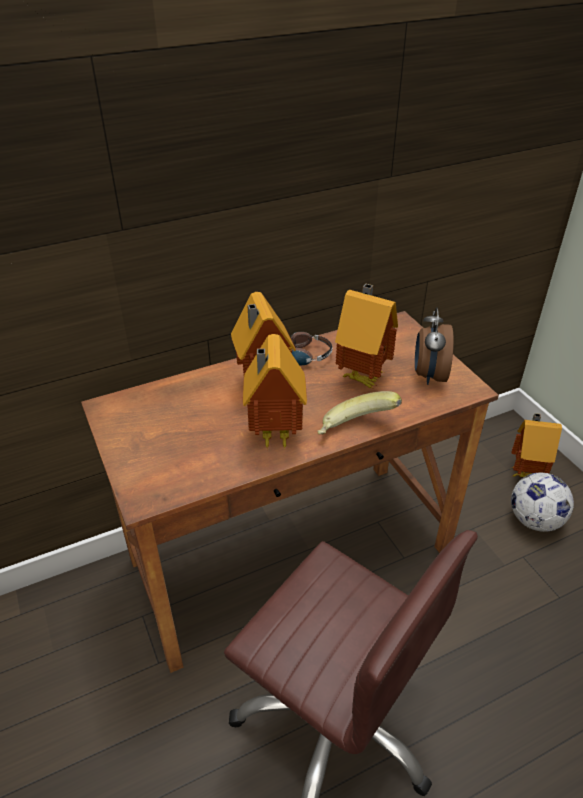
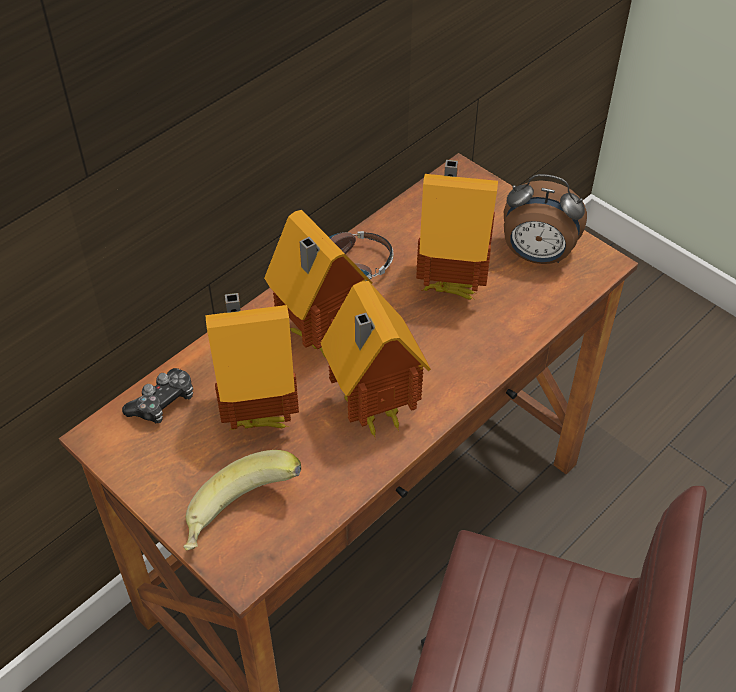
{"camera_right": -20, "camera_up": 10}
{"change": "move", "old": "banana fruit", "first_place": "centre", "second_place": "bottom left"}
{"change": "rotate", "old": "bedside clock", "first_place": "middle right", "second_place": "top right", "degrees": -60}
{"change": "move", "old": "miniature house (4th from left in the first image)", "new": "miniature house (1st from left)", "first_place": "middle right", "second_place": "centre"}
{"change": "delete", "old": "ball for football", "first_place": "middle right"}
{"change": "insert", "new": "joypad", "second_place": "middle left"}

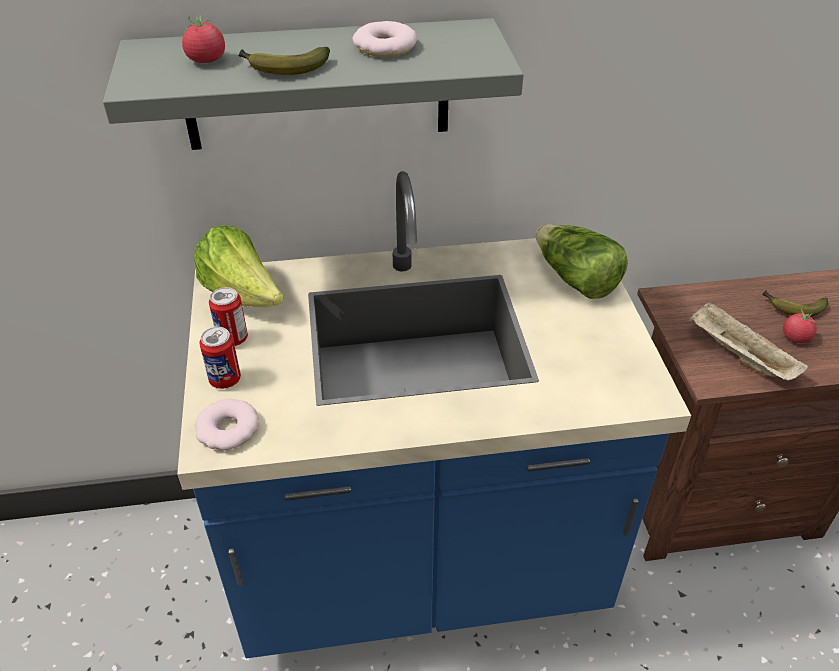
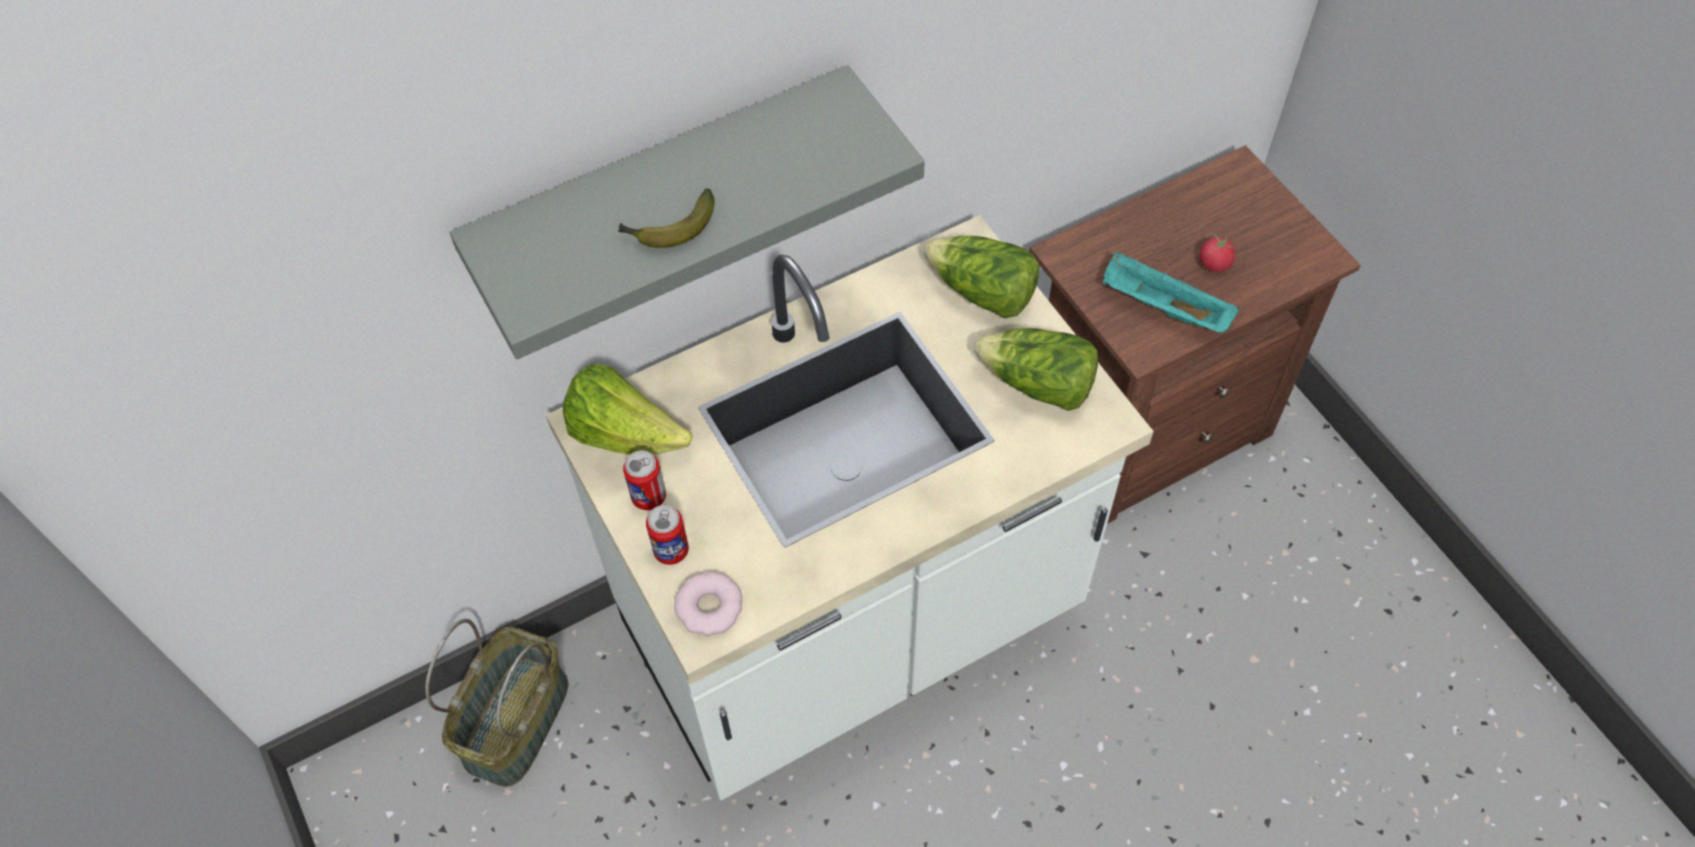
{"camera_right": -20, "camera_up": 15}
{"change": "recolor", "old": "blue-coloured kitchen base unit", "new": "white kitchen base unit", "first_place": "centre", "second_place": "centre"}
{"change": "delete", "old": "tomato (1st from left)", "first_place": "top left"}
{"change": "delete", "old": "donut (2nd from left)", "first_place": "top centre"}
{"change": "recolor", "old": "beige tray", "new": "turquoise-coloured tray", "first_place": "middle right", "second_place": "middle right"}
{"change": "delete", "old": "banana fruit (2nd from left)", "first_place": "middle right"}
{"change": "insert", "new": "storage basket", "second_place": "bottom left"}
{"change": "insert", "new": "head of lettuce (3rd from left)", "second_place": "centre"}

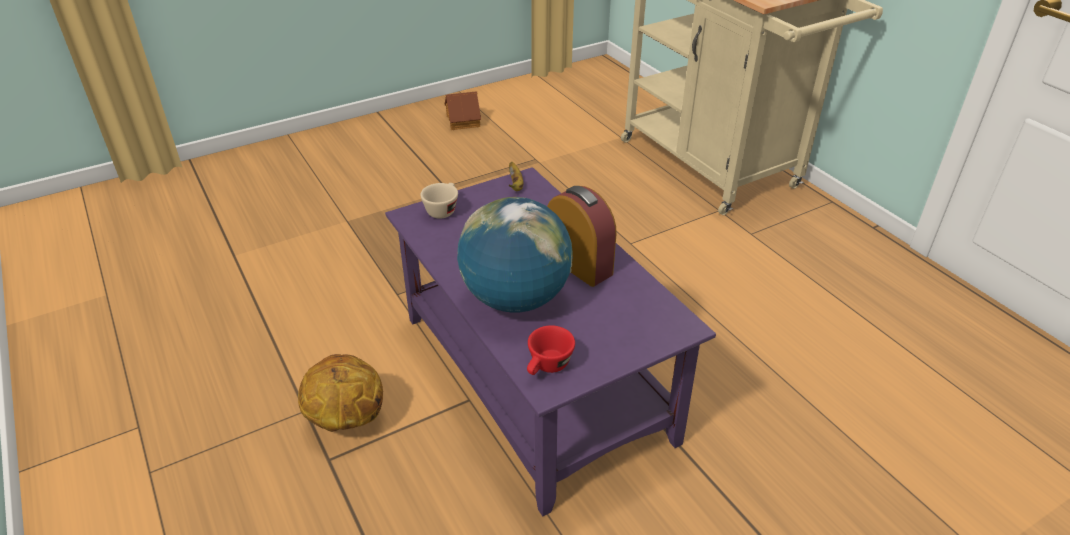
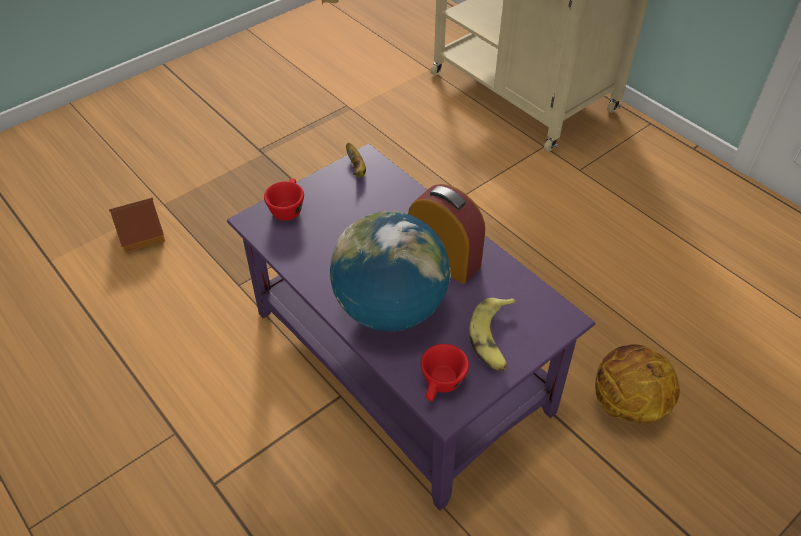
{"camera_right": -10, "camera_up": 10}
{"change": "move", "old": "ball for basketball", "first_place": "bottom left", "second_place": "bottom right"}
{"change": "recolor", "old": "beige small cup", "new": "red-coloured small cup (1st from left)", "first_place": "centre", "second_place": "centre"}
{"change": "move", "old": "miniature house", "first_place": "top centre", "second_place": "middle left"}
{"change": "insert", "new": "banana fruit (2nd from left)", "second_place": "centre"}

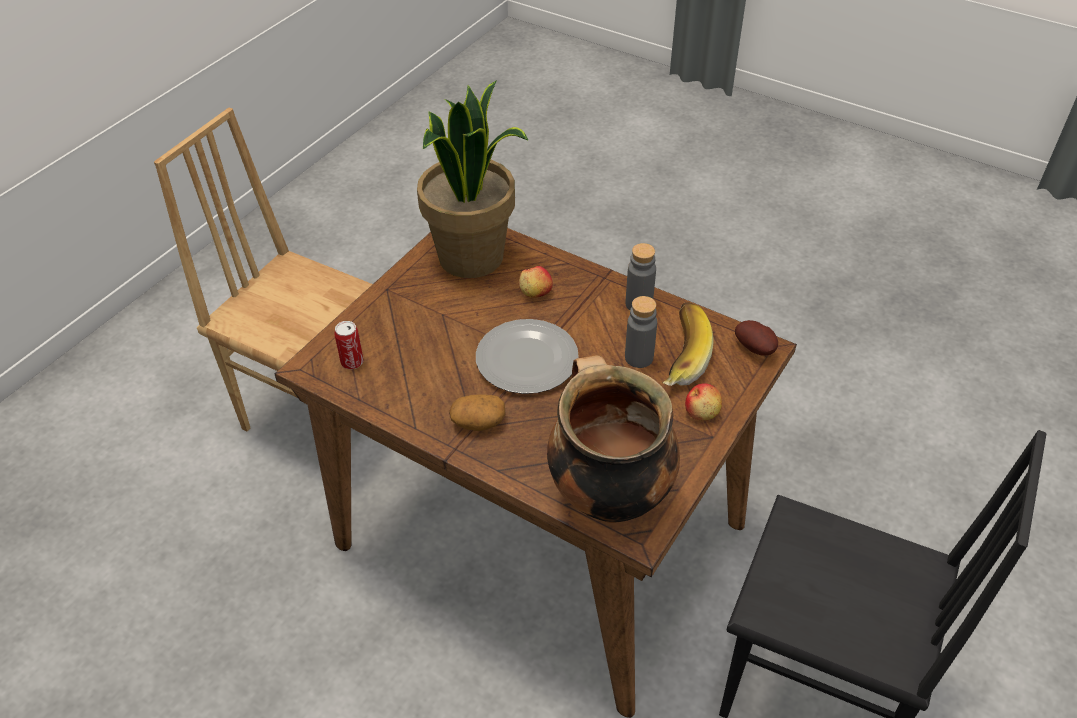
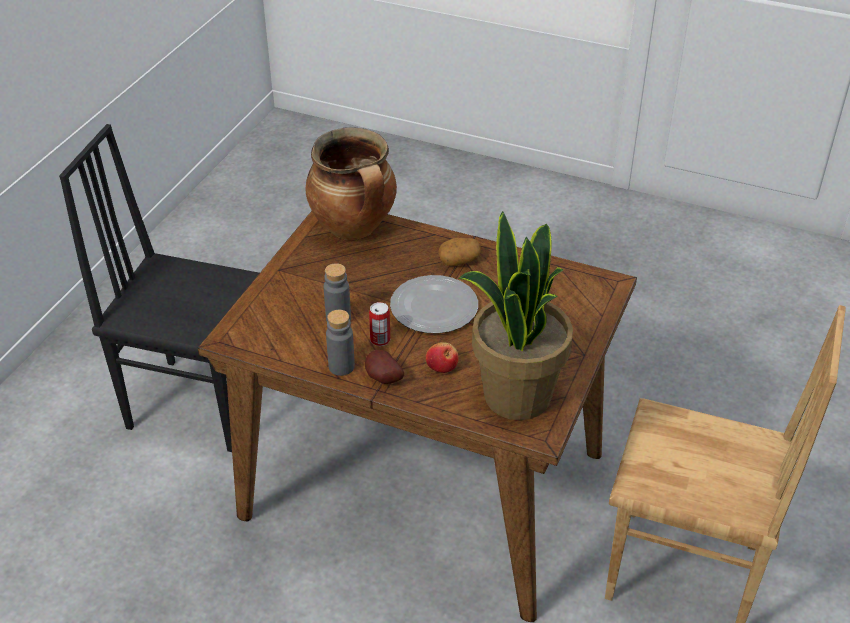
{"camera_right": 170, "camera_up": -5}
{"change": "move", "old": "metal can", "first_place": "middle left", "second_place": "centre"}
{"change": "delete", "old": "banana fruit", "first_place": "centre"}
{"change": "delete", "old": "whole apple (2nd from left)", "first_place": "centre"}
{"change": "move", "old": "spud (2nd from left in the first image)", "new": "spud (1st from left)", "first_place": "middle right", "second_place": "centre"}

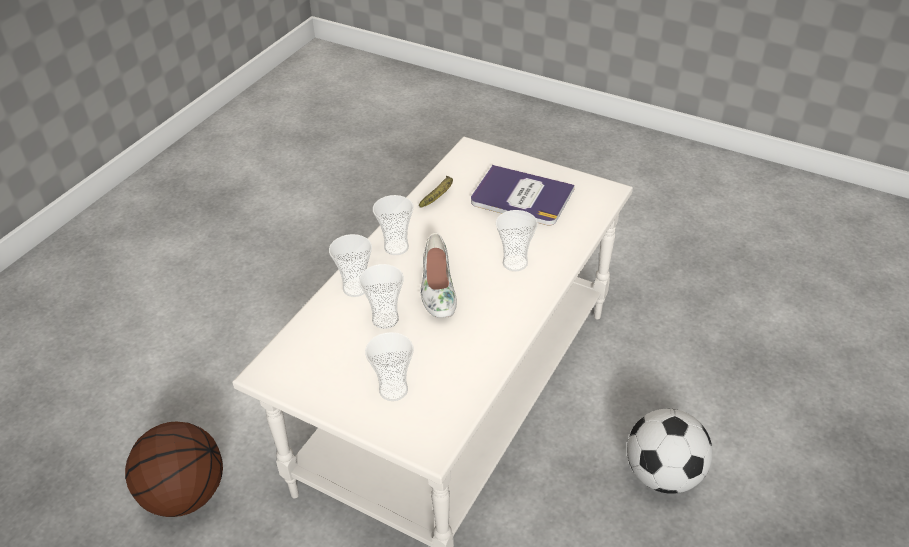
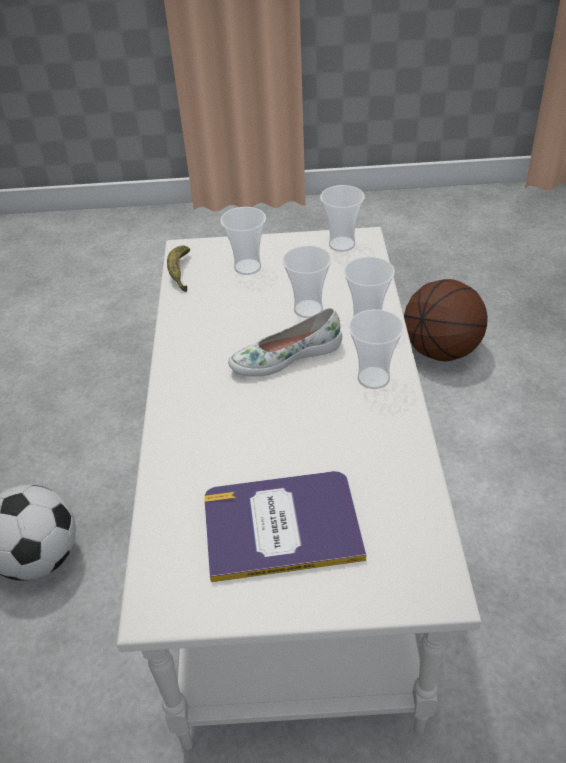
{"camera_right": 150, "camera_up": 0}
{"change": "move", "old": "banana fruit", "first_place": "centre", "second_place": "middle left"}
{"change": "rotate", "old": "white shoe", "first_place": "centre", "second_place": "centre", "degrees": -75}
{"change": "move", "old": "small cup (5th from left in the first image)", "new": "small cup (3rd from left)", "first_place": "centre", "second_place": "top centre"}

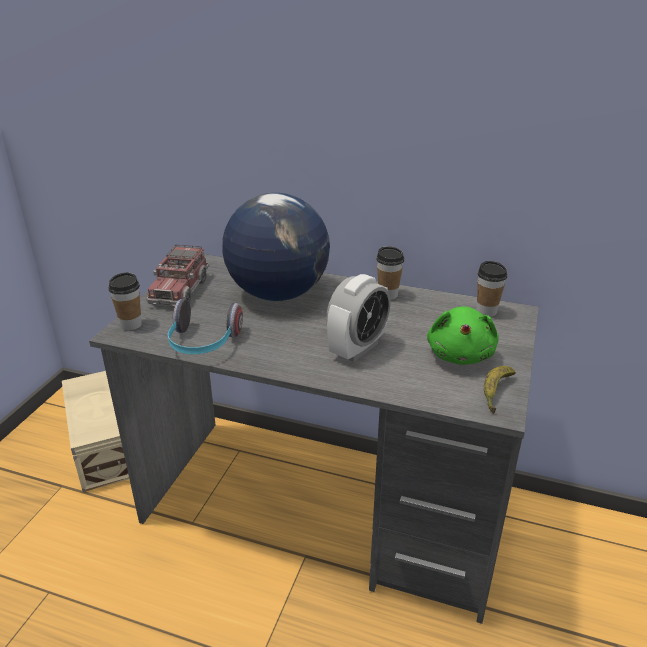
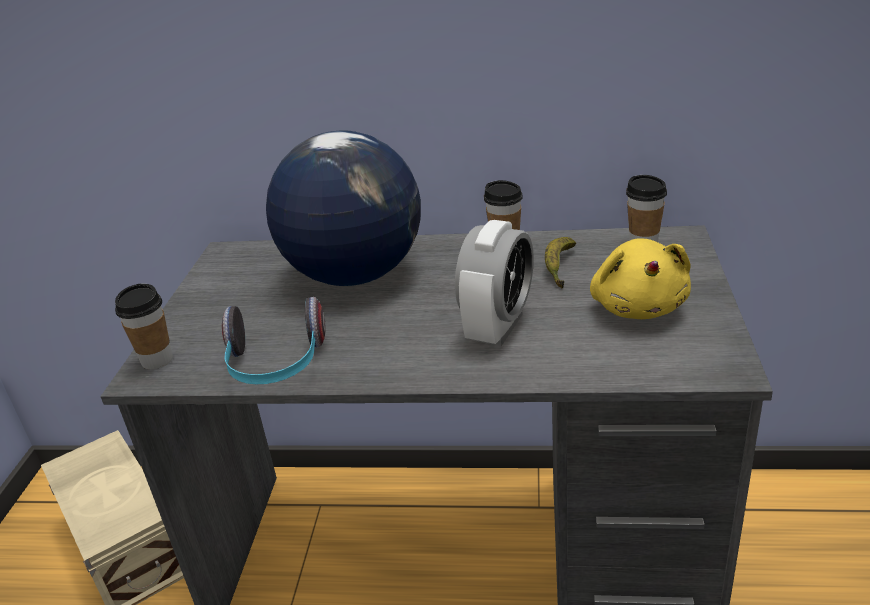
{"camera_right": -10, "camera_up": 0}
{"change": "delete", "old": "toy truck", "first_place": "middle left"}
{"change": "recolor", "old": "green soft toy", "new": "yellowish soft toy", "first_place": "middle right", "second_place": "middle right"}
{"change": "move", "old": "banana fruit", "first_place": "middle right", "second_place": "centre"}

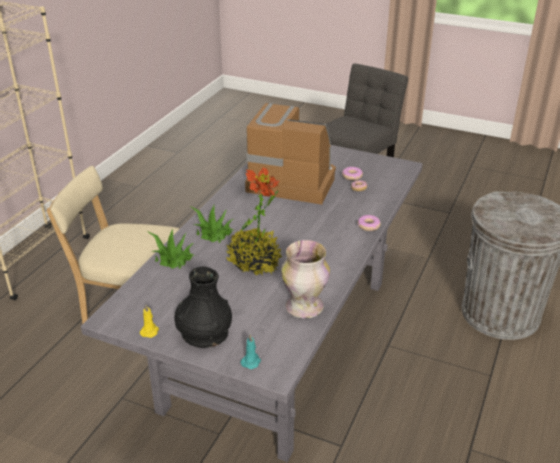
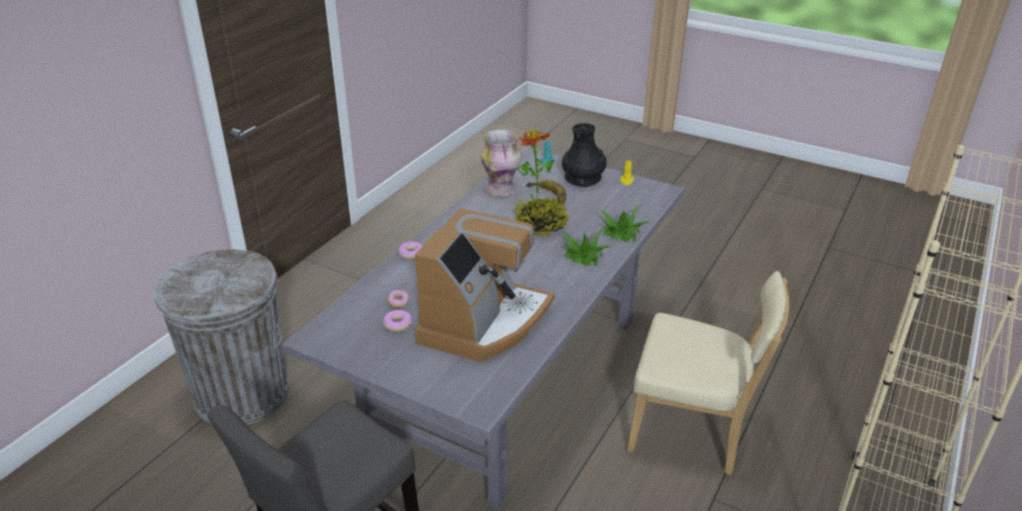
{"camera_right": -175, "camera_up": 0}
{"change": "rotate", "old": "coffee maker", "first_place": "top centre", "second_place": "centre", "degrees": -90}
{"change": "insert", "new": "banana fruit", "second_place": "centre"}

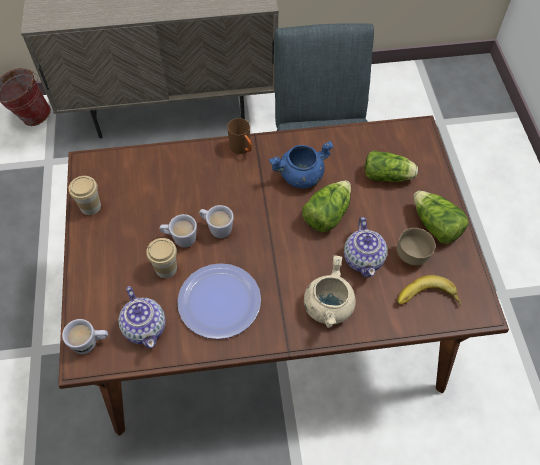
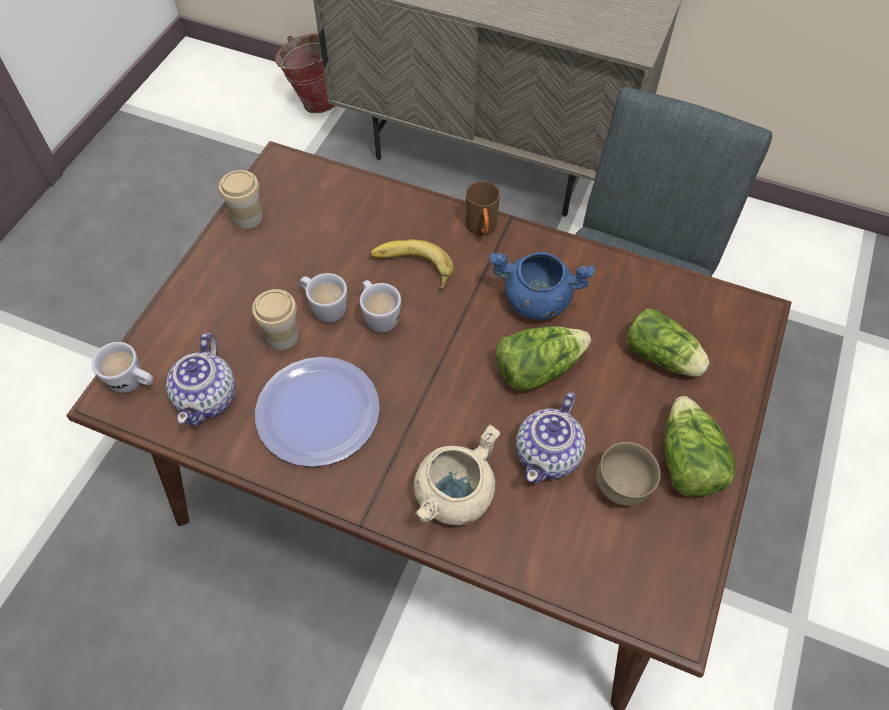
{"camera_right": 30, "camera_up": 0}
{"change": "move", "old": "banana fruit", "first_place": "middle right", "second_place": "centre"}

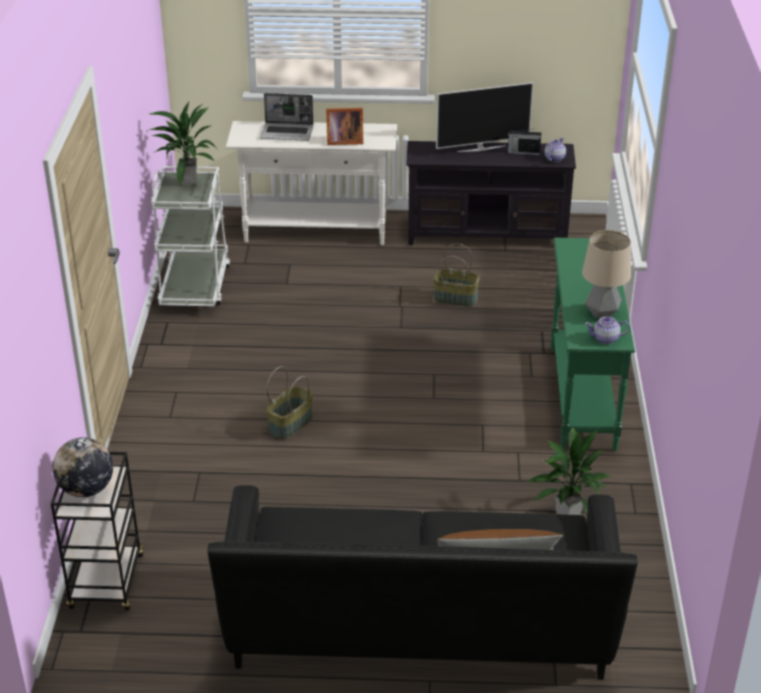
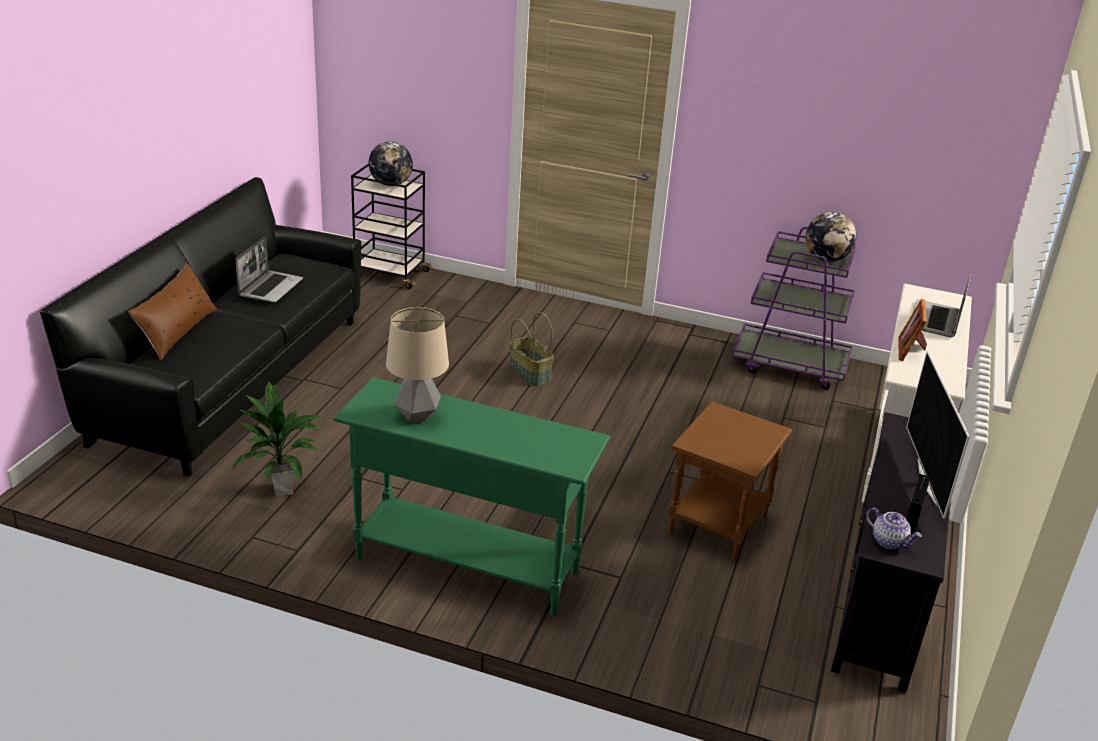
{"camera_right": 105, "camera_up": -5}
{"change": "replace", "old": "potted plant (1st from left)", "new": "desk globe (2nd from left)", "first_place": "top left", "second_place": "top right"}
{"change": "recolor", "old": "white trolley", "new": "purple trolley", "first_place": "middle left", "second_place": "middle right"}
{"change": "replace", "old": "storage basket (2nd from left)", "new": "brownish accent table", "first_place": "centre", "second_place": "centre"}
{"change": "delete", "old": "pot for tea (2nd from left)", "first_place": "middle right"}
{"change": "insert", "new": "portable computer (1st from left)", "second_place": "middle left"}

